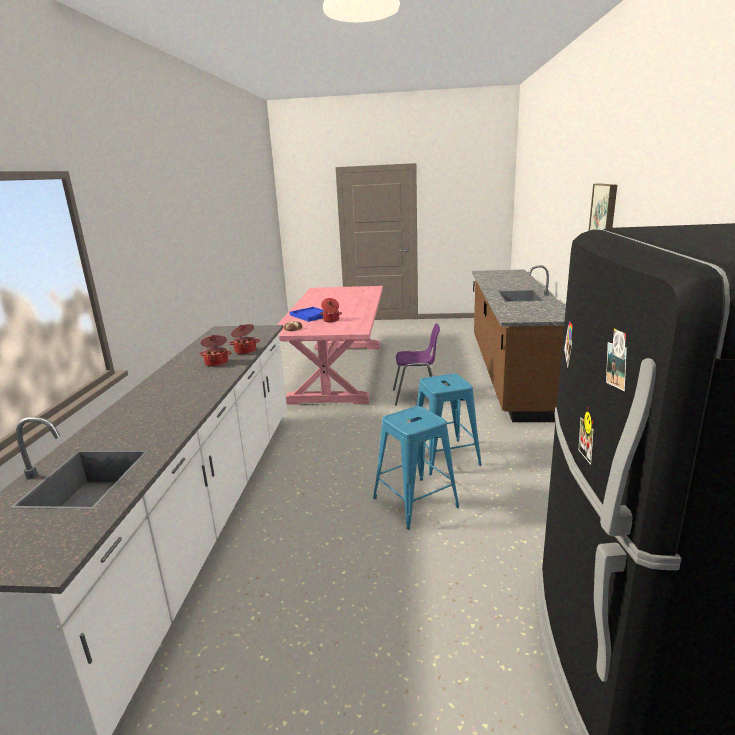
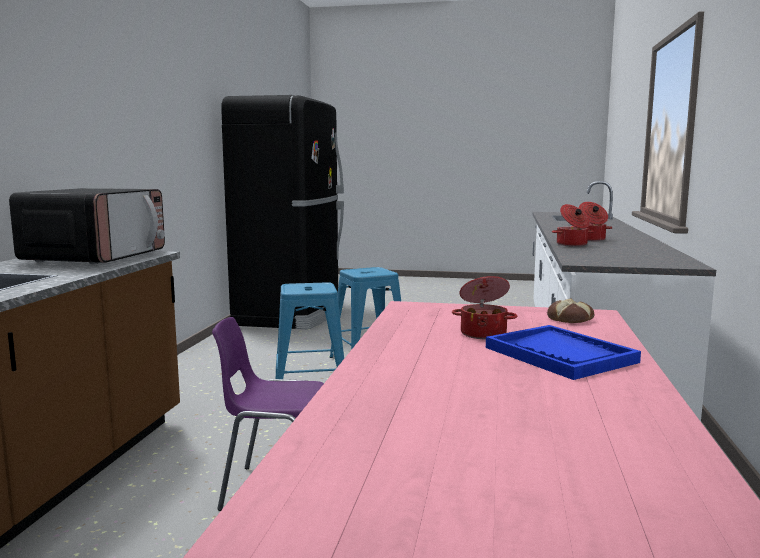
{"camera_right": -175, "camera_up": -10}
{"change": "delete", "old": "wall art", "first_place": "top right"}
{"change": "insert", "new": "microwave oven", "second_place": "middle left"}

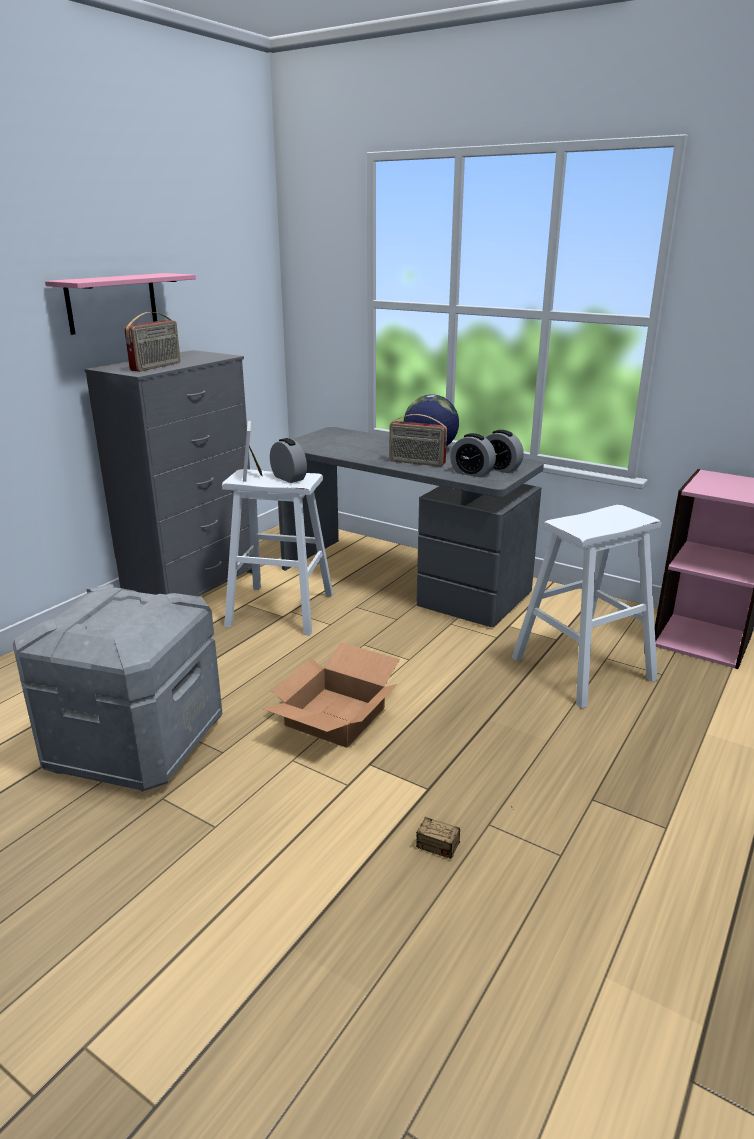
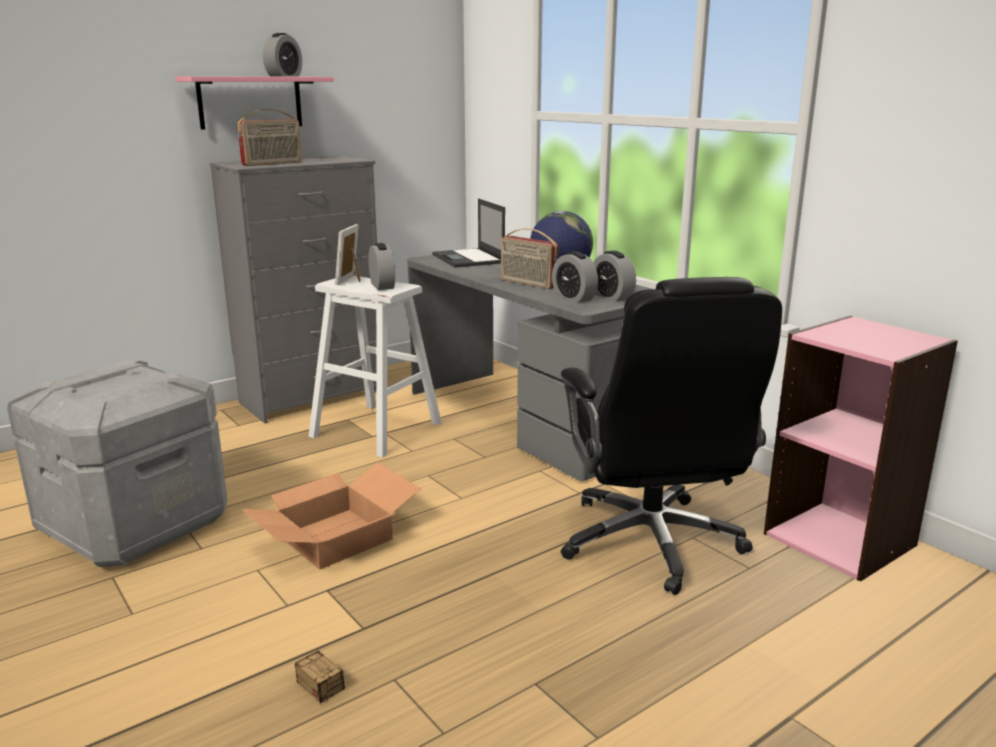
{"camera_right": 20, "camera_up": -5}
{"change": "replace", "old": "white stool seat (2nd from left)", "new": "blackish desk chair", "first_place": "middle right", "second_place": "middle right"}
{"change": "insert", "new": "bedside clock (1st from left)", "second_place": "top left"}
{"change": "insert", "new": "portable computer", "second_place": "top centre"}

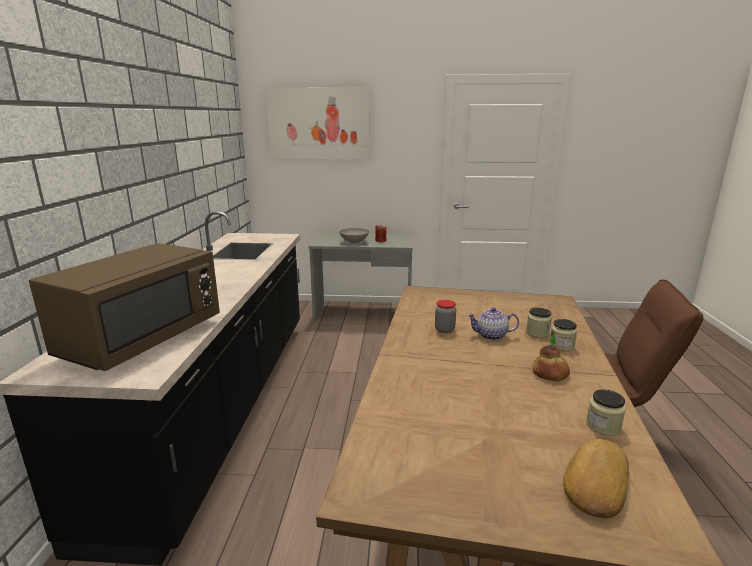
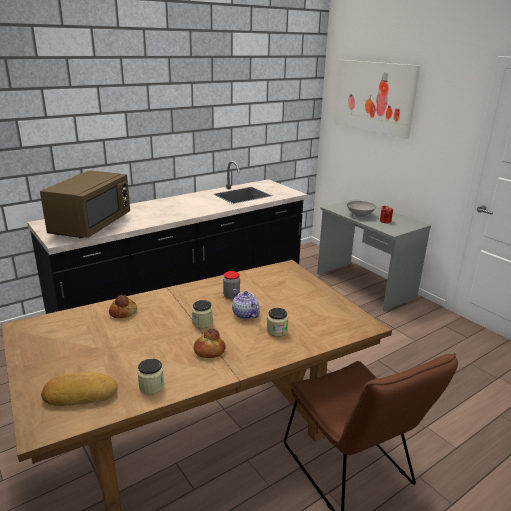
{"camera_right": 50, "camera_up": 5}
{"change": "rotate", "old": "brownish microwave oven", "first_place": "middle left", "second_place": "middle left", "degrees": -60}
{"change": "move", "old": "storage jar (3rd from left in the first image)", "new": "storage jar (2nd from left)", "first_place": "middle right", "second_place": "centre"}
{"change": "insert", "new": "baked bread (2nd from left)", "second_place": "middle left"}

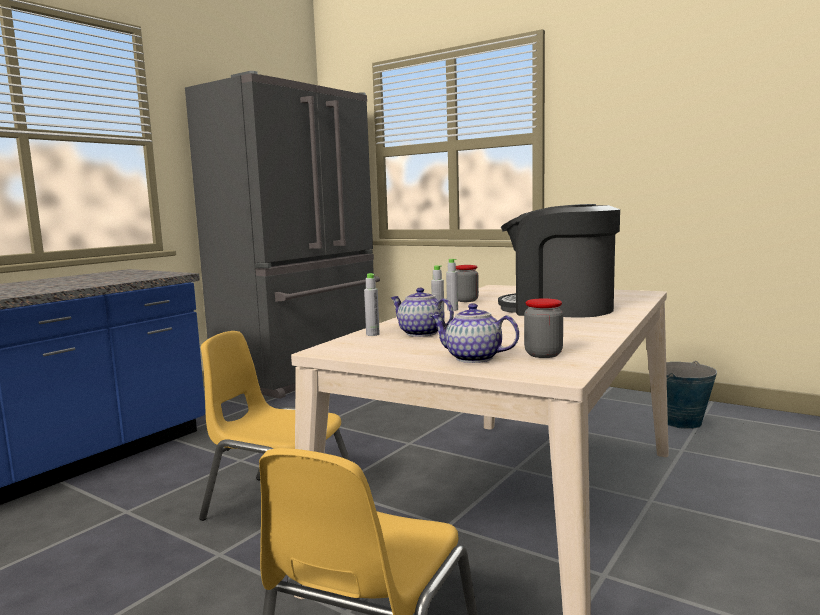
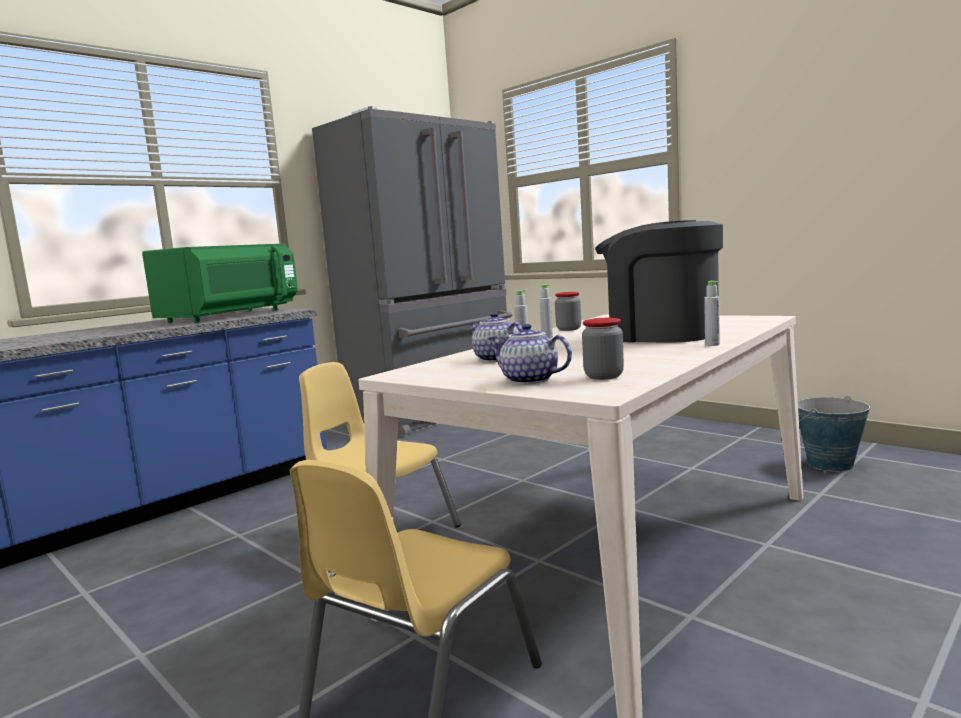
{"camera_right": 10, "camera_up": 0}
{"change": "move", "old": "grey beverage bottle (1st from left in the first image)", "new": "grey beverage bottle (3rd from left)", "first_place": "centre", "second_place": "middle right"}
{"change": "insert", "new": "green microwave oven", "second_place": "middle left"}

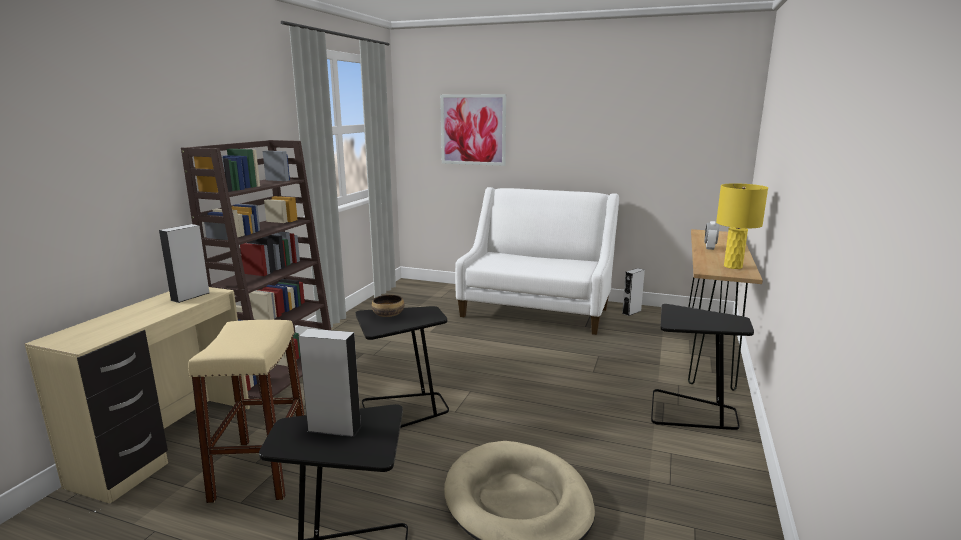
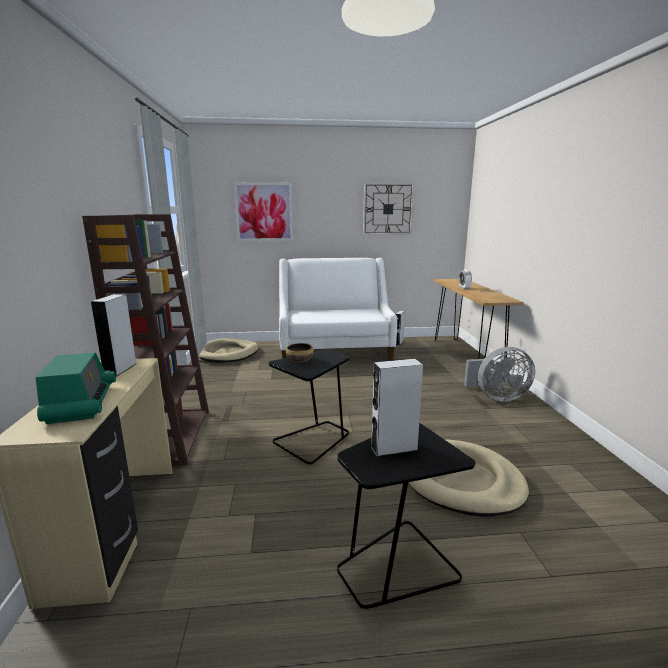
{"camera_right": -25, "camera_up": 0}
{"change": "delete", "old": "beige stool seat", "first_place": "bottom left"}
{"change": "replace", "old": "blackish accent table (3rd from left)", "new": "grey electric fan", "first_place": "bottom right", "second_place": "middle right"}
{"change": "delete", "old": "yellowish lamp for a table", "first_place": "middle right"}
{"change": "insert", "new": "radio receiver", "second_place": "middle left"}
{"change": "insert", "new": "beige dog bed (1st from left)", "second_place": "centre"}
{"change": "insert", "new": "clock on the wall", "second_place": "top centre"}

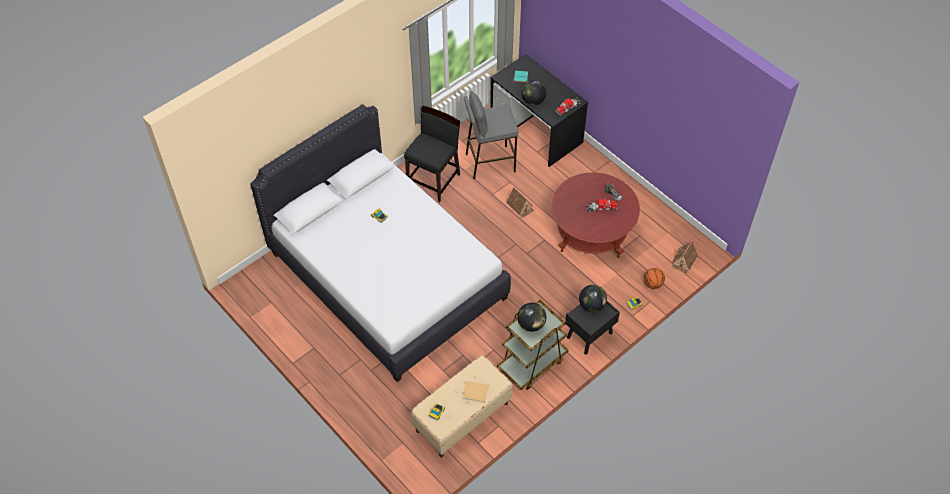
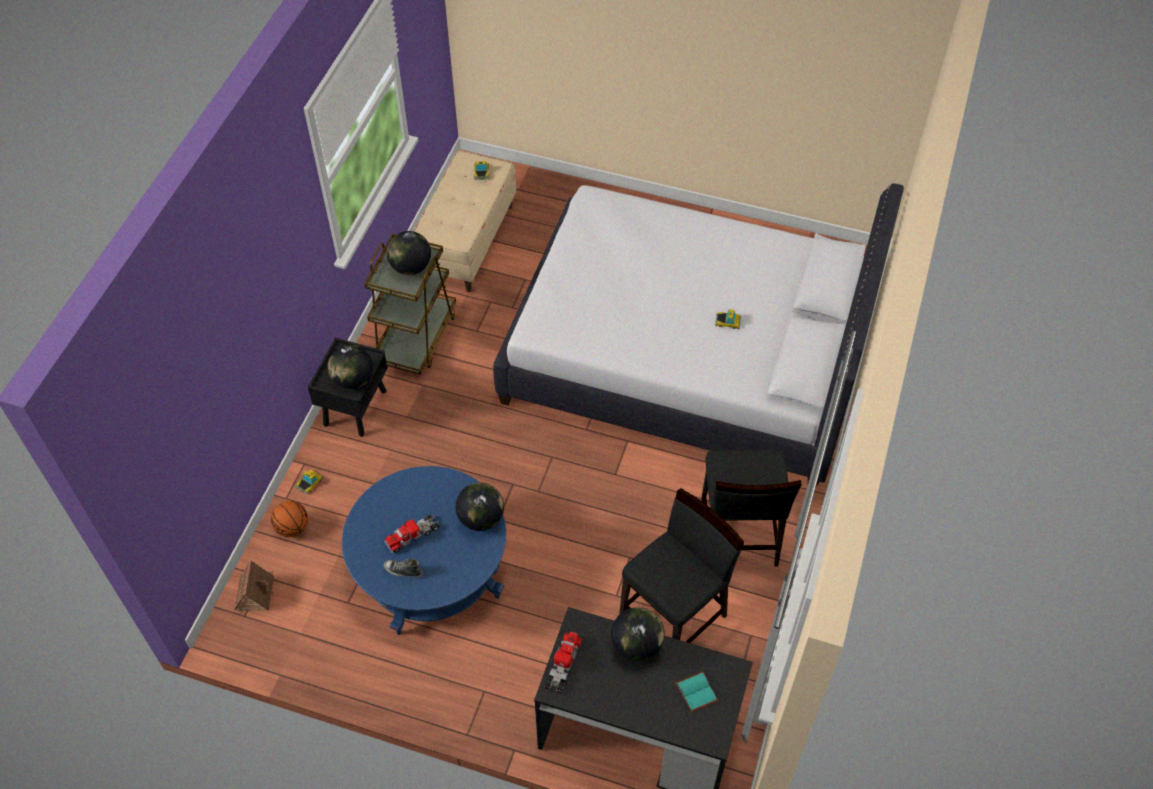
{"camera_right": 150, "camera_up": 0}
{"change": "delete", "old": "beige bound book", "first_place": "bottom centre"}
{"change": "replace", "old": "grey stool seat", "new": "blackish upright chair (1st from left)", "first_place": "top centre", "second_place": "bottom centre"}
{"change": "delete", "old": "miniature house (1st from left)", "first_place": "centre"}
{"change": "recolor", "old": "red-coloured coffee table", "new": "blue-coloured coffee table", "first_place": "centre", "second_place": "bottom centre"}
{"change": "insert", "new": "desk globe (3rd from left)", "second_place": "centre"}

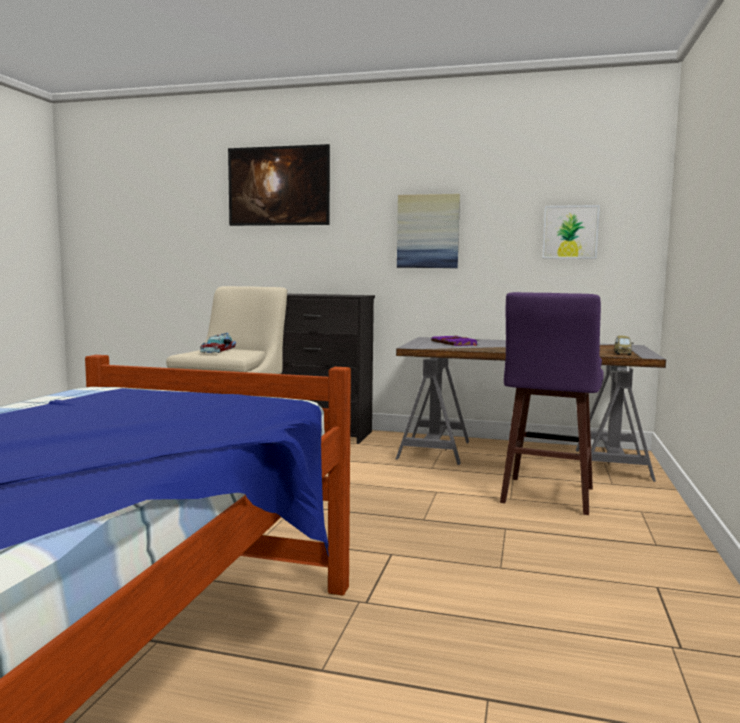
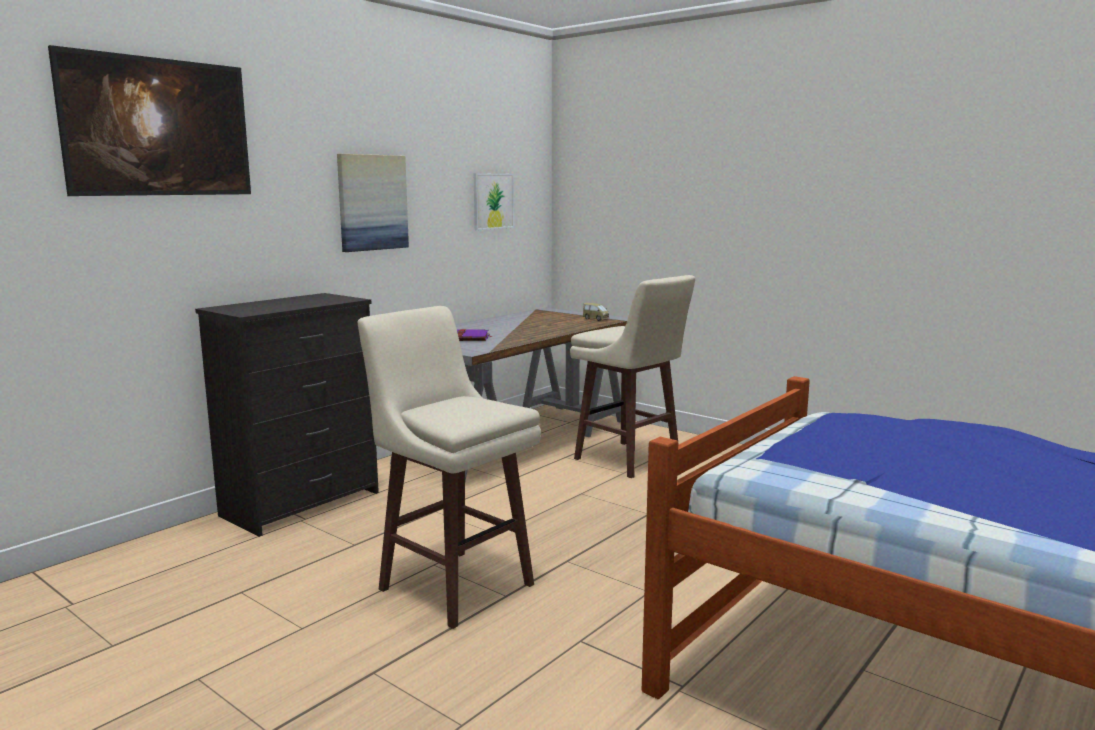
{"camera_right": -65, "camera_up": 5}
{"change": "delete", "old": "miniature car (1st from left)", "first_place": "middle left"}
{"change": "recolor", "old": "purple stool seat", "new": "beige stool seat (2nd from left)", "first_place": "middle right", "second_place": "centre"}

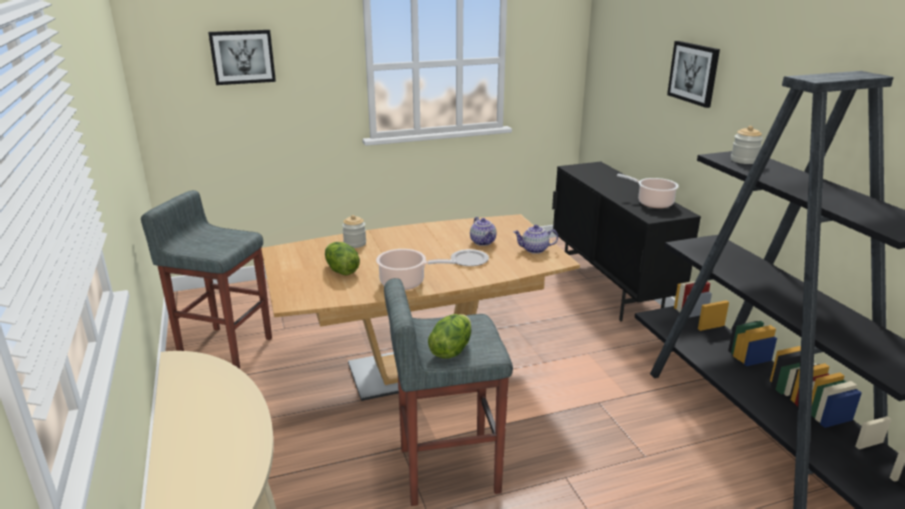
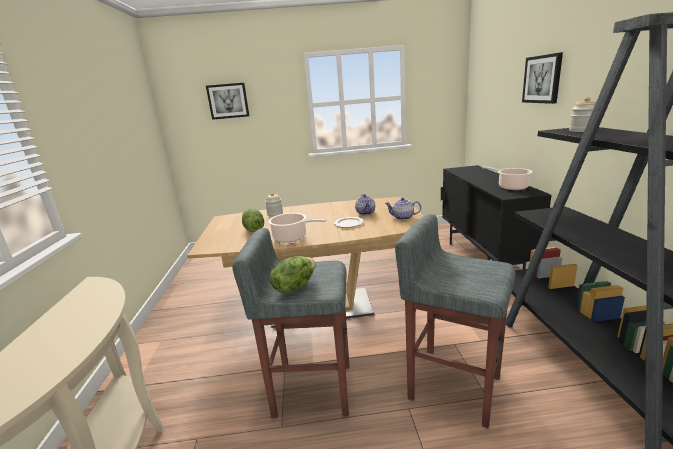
{"camera_right": 15, "camera_up": -5}
{"change": "move", "old": "grey stool seat (1st from left in the first image)", "new": "grey stool seat (2nd from left)", "first_place": "middle left", "second_place": "bottom right"}

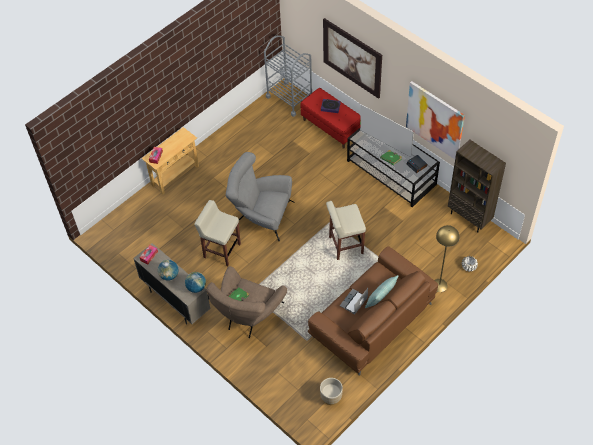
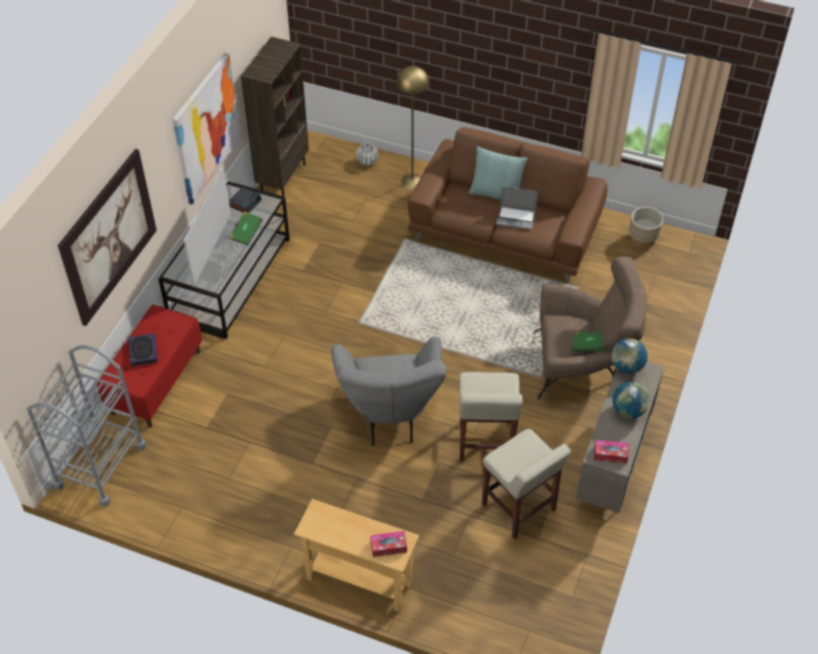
{"camera_right": -115, "camera_up": -5}
{"change": "move", "old": "beige stool seat (2nd from left)", "first_place": "centre", "second_place": "bottom centre"}

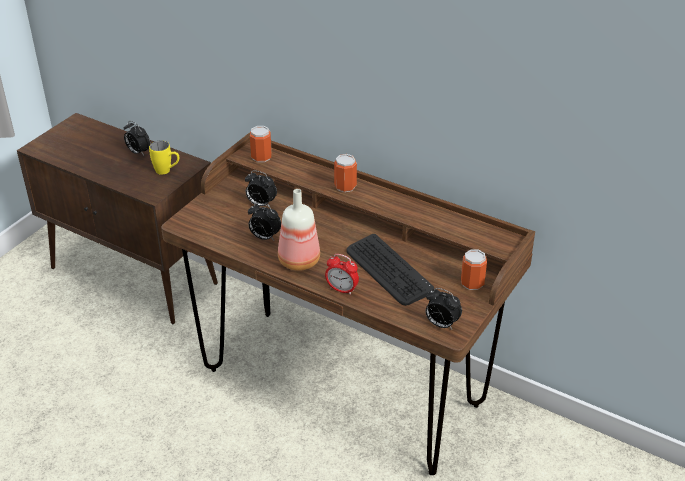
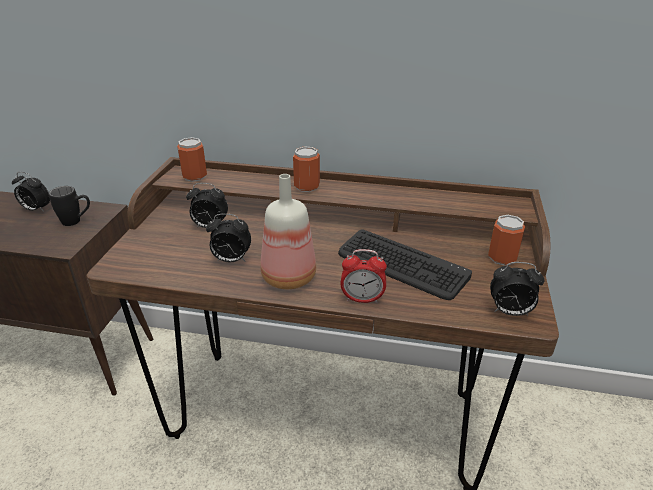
{"camera_right": -20, "camera_up": -5}
{"change": "recolor", "old": "yellowish tea mug", "new": "blackish tea mug", "first_place": "top left", "second_place": "middle left"}

